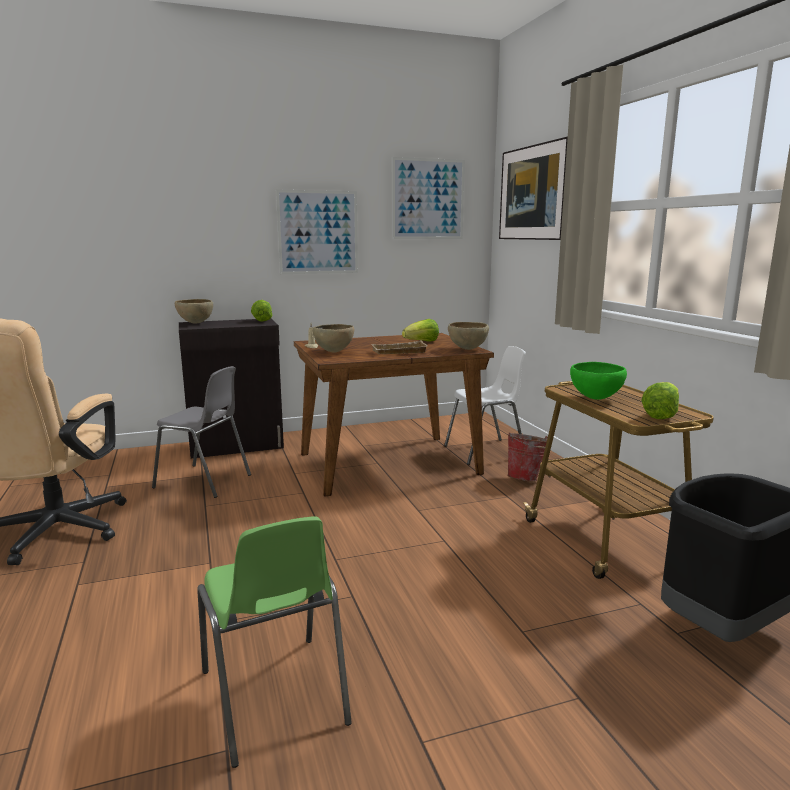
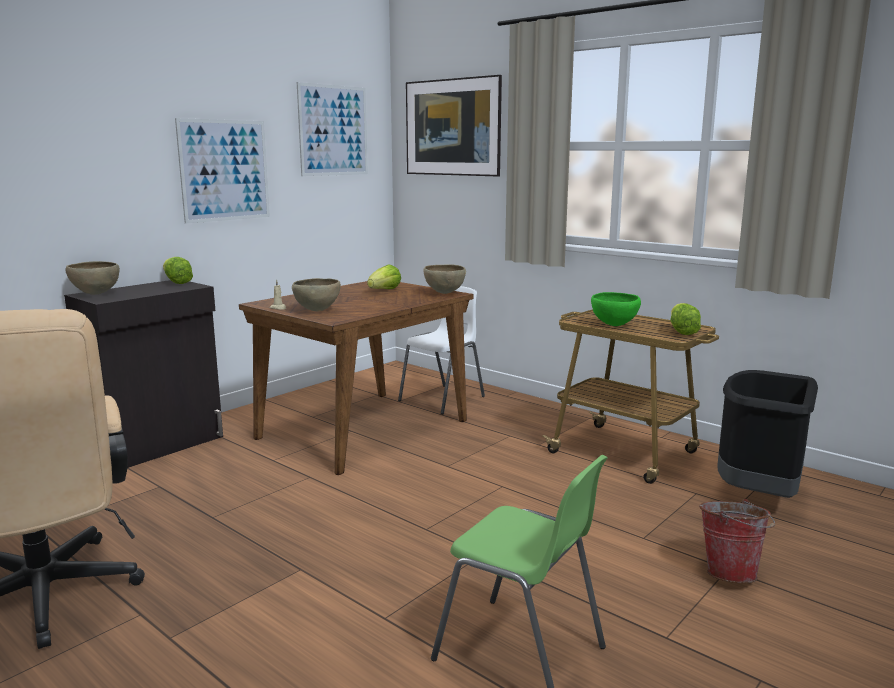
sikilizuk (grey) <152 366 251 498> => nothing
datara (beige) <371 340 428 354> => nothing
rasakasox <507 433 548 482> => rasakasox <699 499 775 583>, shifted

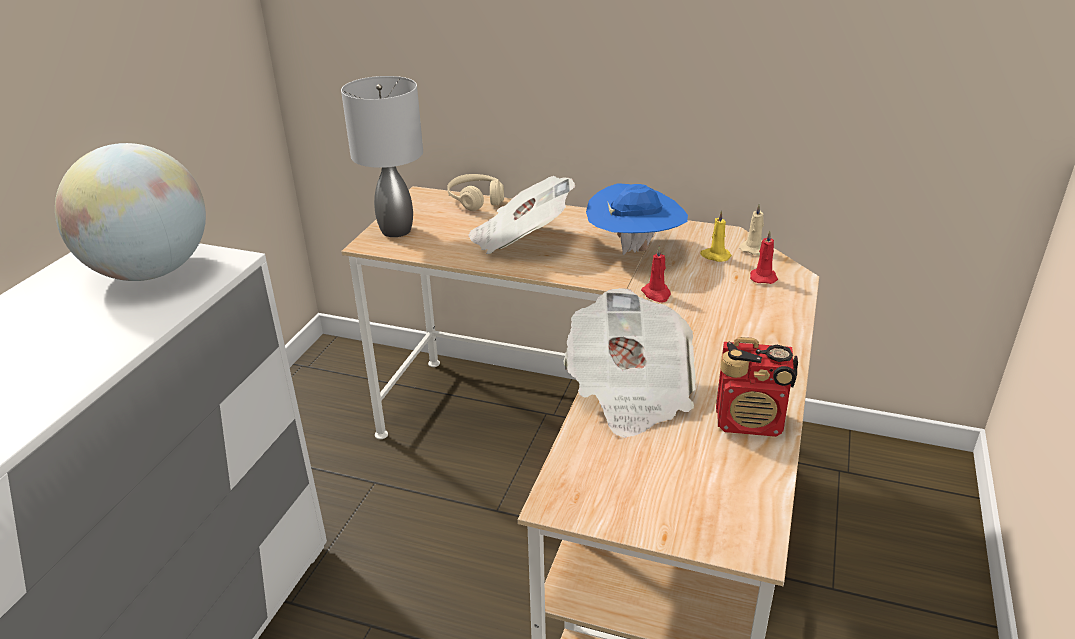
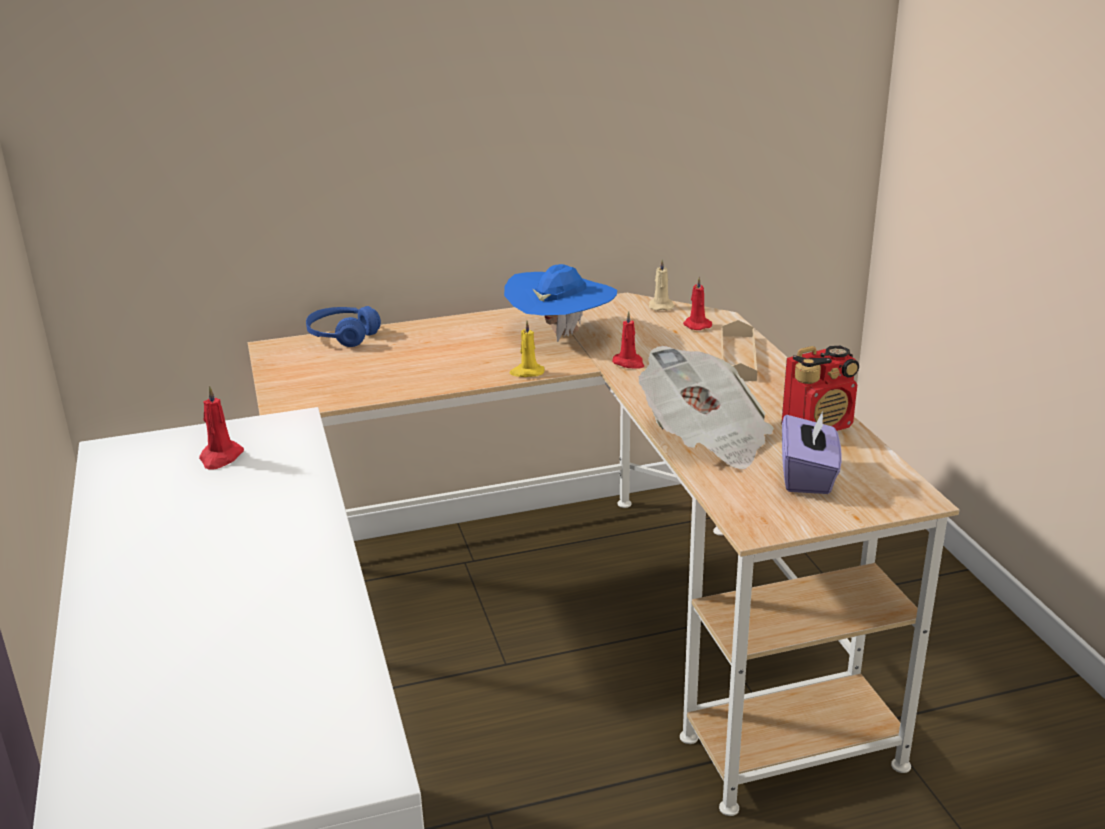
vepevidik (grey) <341 76 423 237> => nothing
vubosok <468 176 575 255> => nothing
nothing => datara (beige) <721 320 757 381>
nothing => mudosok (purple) <782 409 842 494>
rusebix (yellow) <700 210 732 262> => rusebix (yellow) <510 321 545 377>, shifted
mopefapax <55 143 206 281> => rusebix (red) <199 385 244 469>
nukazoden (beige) <447 174 504 211> => nukazoden (blue) <306 306 381 347>

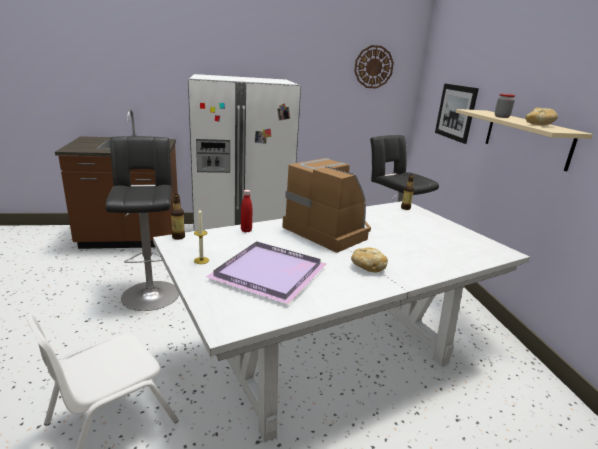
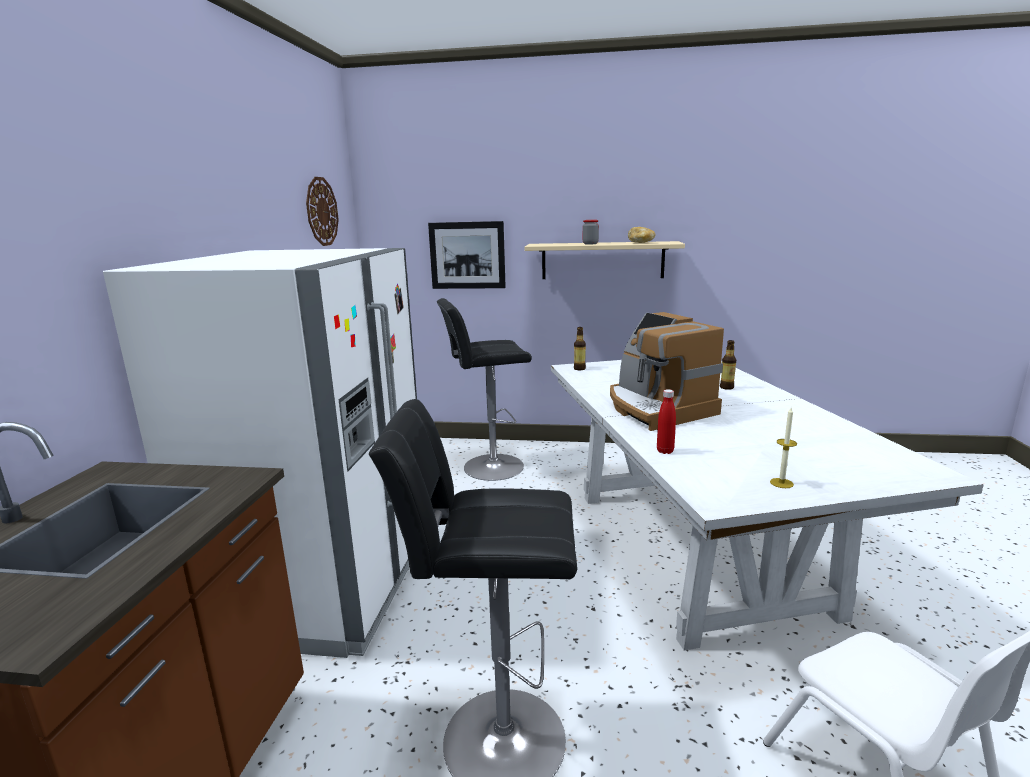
datara (purple) <206 241 327 304> => nothing
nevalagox <351 247 388 272> => nothing
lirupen <171 194 185 240> => lirupen <720 340 736 390>, shifted
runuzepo <282 158 371 253> => runuzepo <610 312 724 431>, 90 degrees counterclockwise

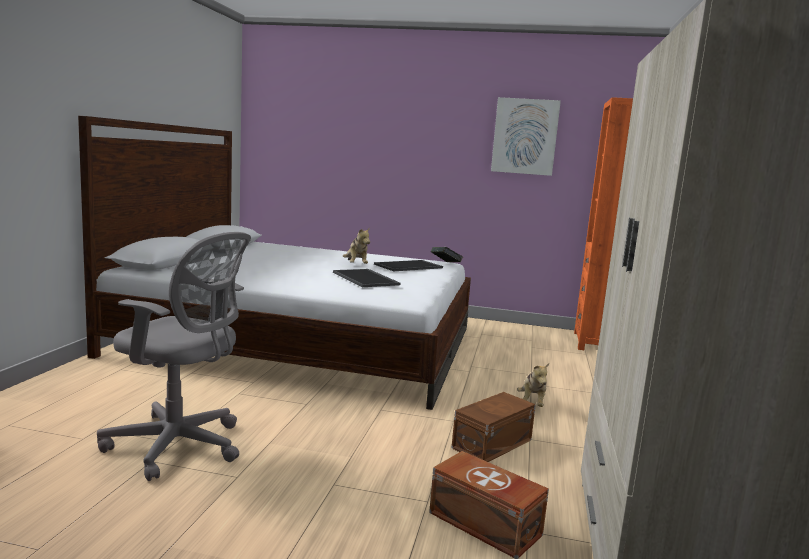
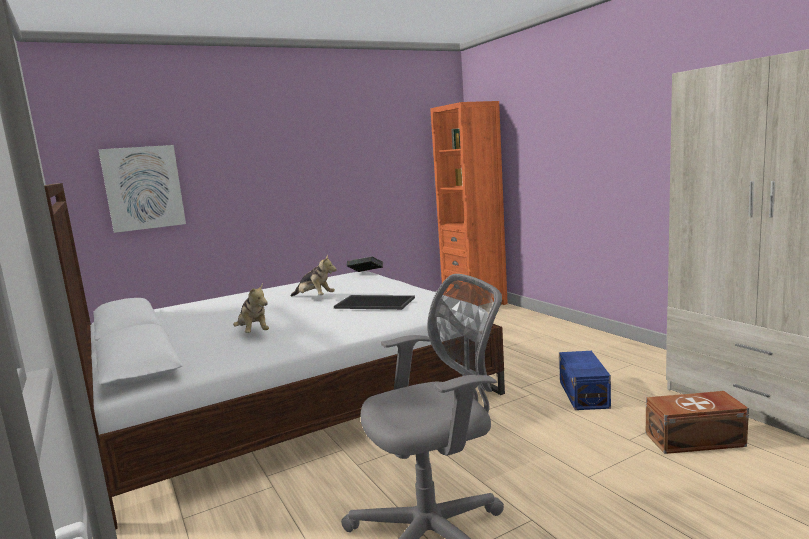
datara <374 260 443 271> => nothing
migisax <491 97 561 176> => migisax <98 145 186 233>, shifted
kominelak <517 363 549 407> => kominelak <233 283 269 333>, shifted
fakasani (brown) <452 392 536 462> => fakasani (blue) <559 351 611 410>

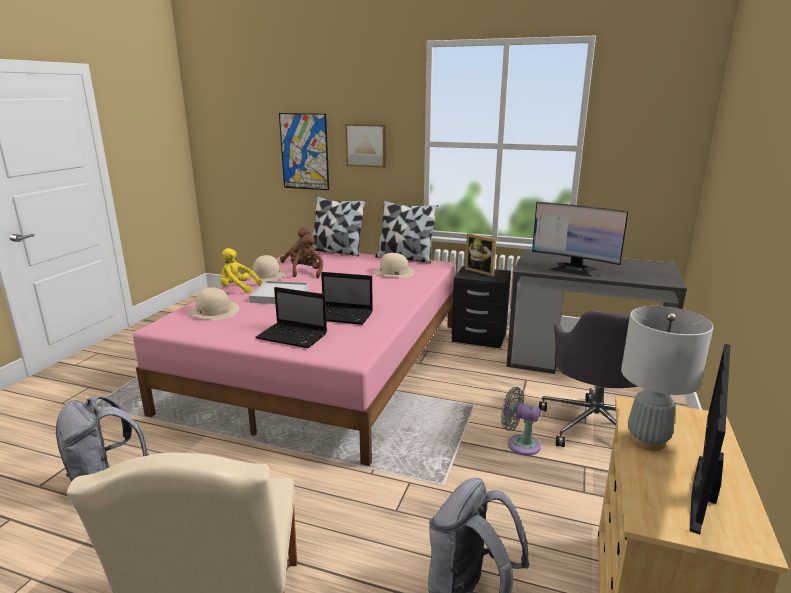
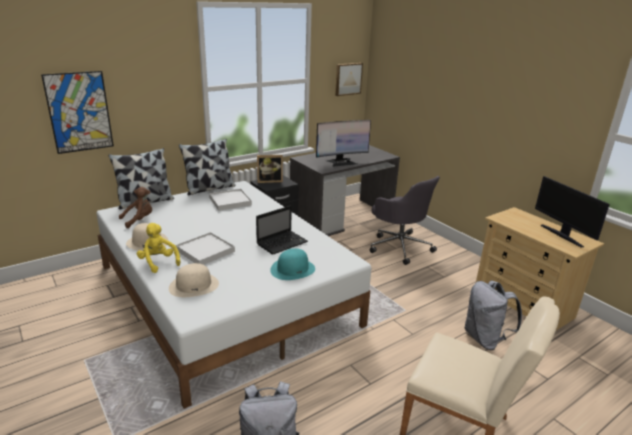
kominelak (brown) <291 234 323 278> => nothing
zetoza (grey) <501 387 541 456> => nothing
vepevidik (grey) <621 306 714 451> => nothing
migisax <345 124 386 168> => migisax <335 63 363 96>, shifted
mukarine <255 287 327 348> => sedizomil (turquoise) <270 248 315 280>
sedizomil (beige) <373 253 415 278> => datara (white) <209 189 252 211>
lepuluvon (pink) <133 251 455 466> => lepuluvon (white) <97 181 371 409>
kominelak (yellow) <220 248 262 293> => kominelak (yellow) <137 223 180 273>, 90 degrees clockwise

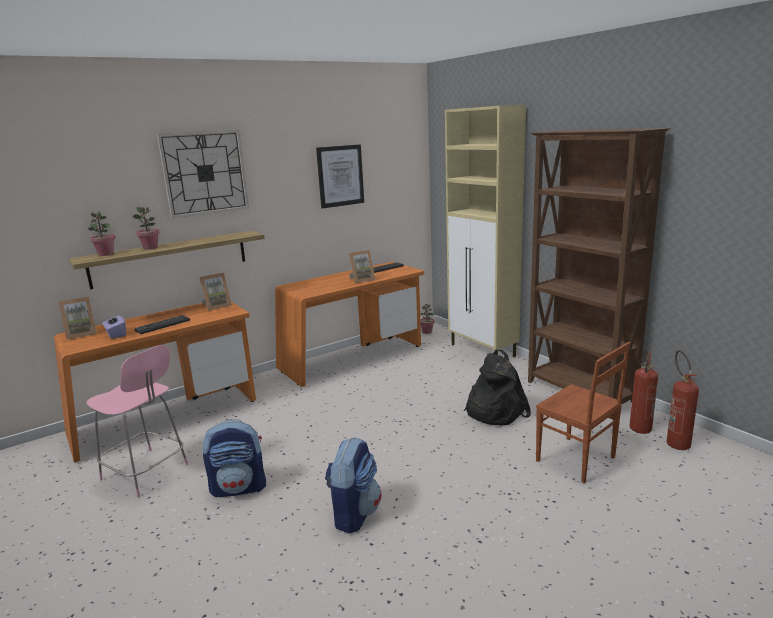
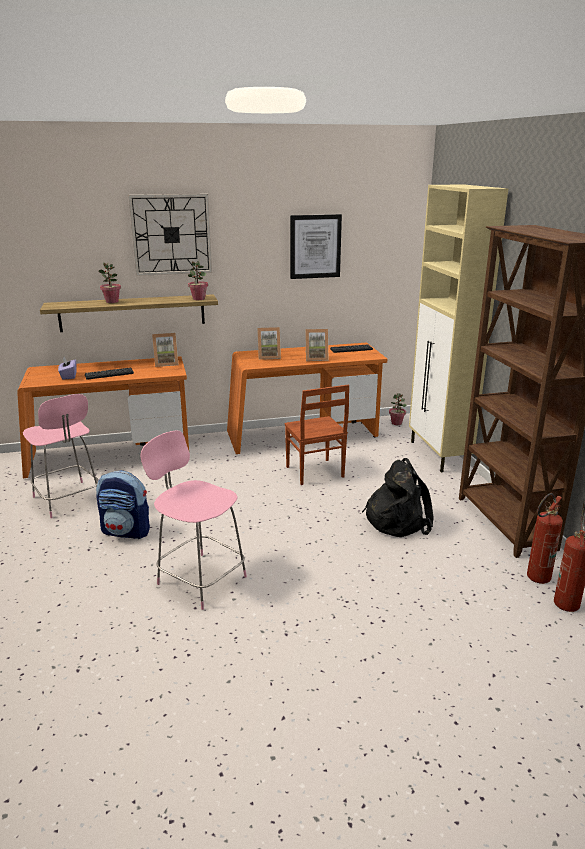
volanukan <59 297 97 339> => volanukan <257 327 281 360>, shifted
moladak <88 211 116 256> => moladak <188 260 208 300>, shifted
sikilizuk (brown) <536 342 630 483> => sikilizuk (brown) <284 385 349 485>, shifted
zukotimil <325 438 382 534> => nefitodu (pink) <140 430 247 610>

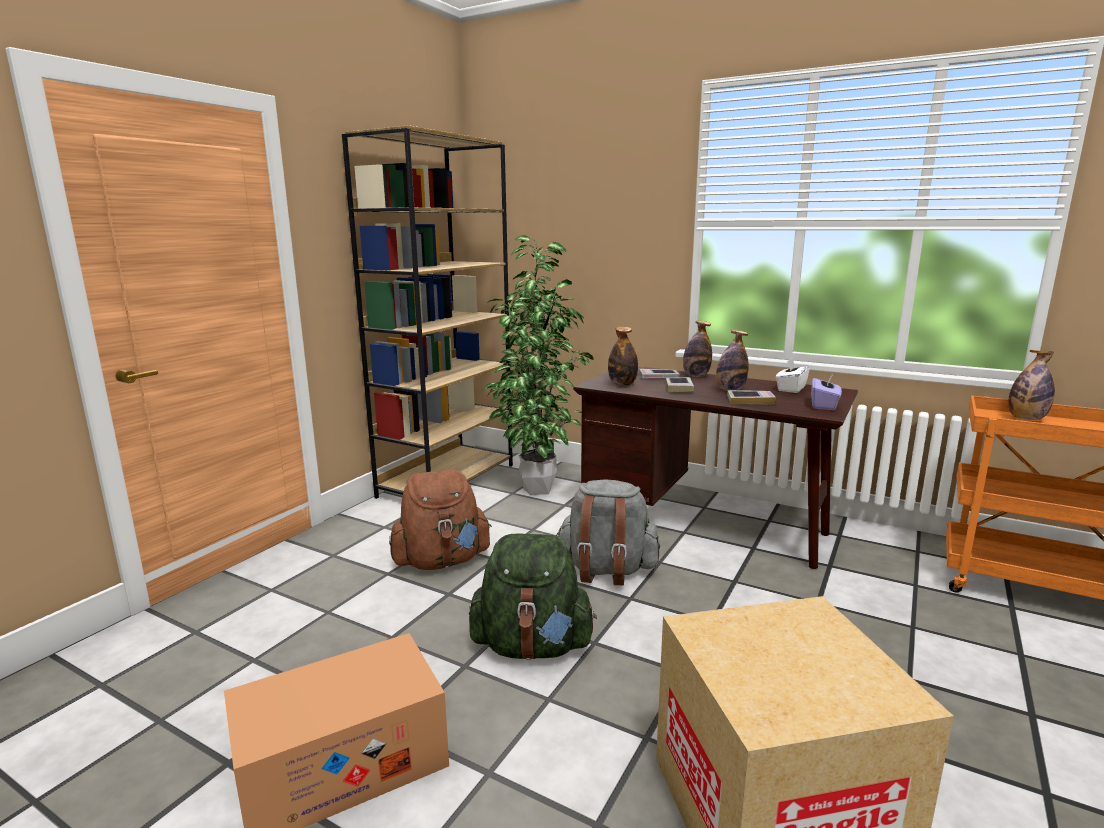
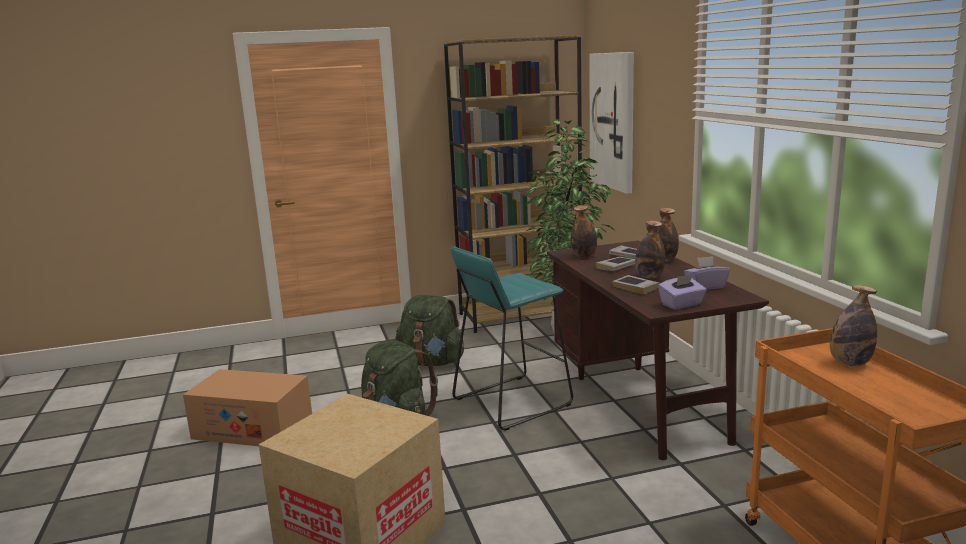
nothing => migisax <589 52 634 194>
zukotimil (grey) <556 480 660 585> => nefitodu (turquoise) <451 247 573 431>
zukotimil (brown) <389 469 492 570> => zukotimil (green) <395 295 464 366>
mudosok (white) <776 358 810 393> => mudosok (purple) <684 256 730 290>

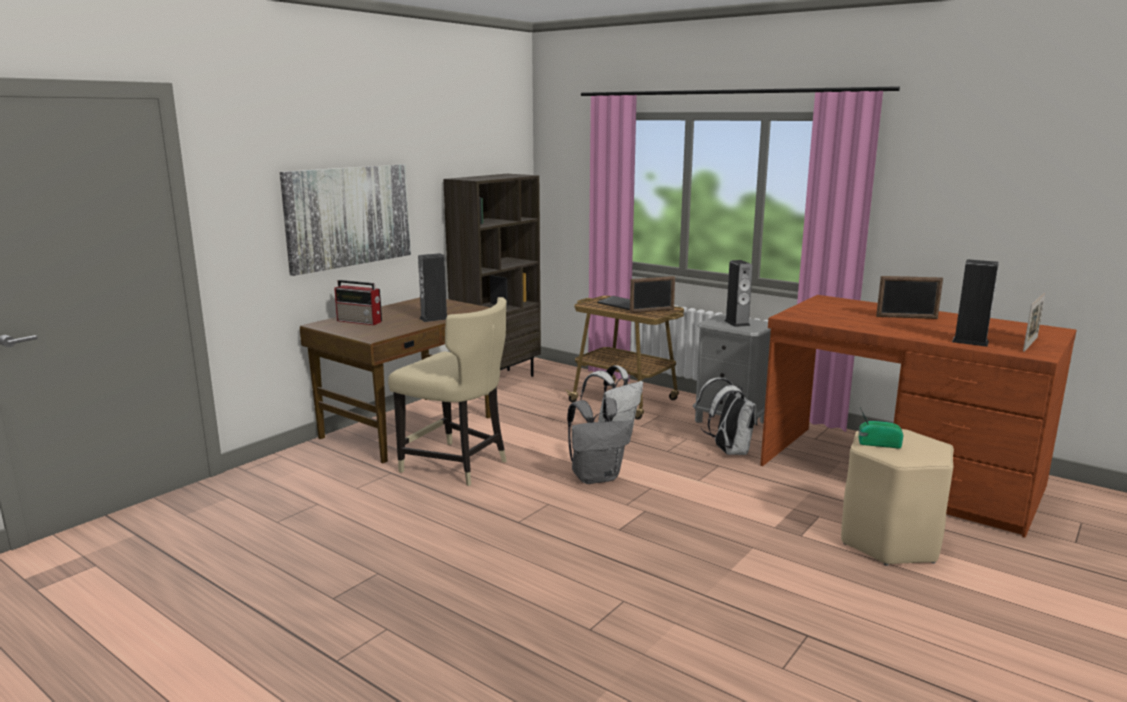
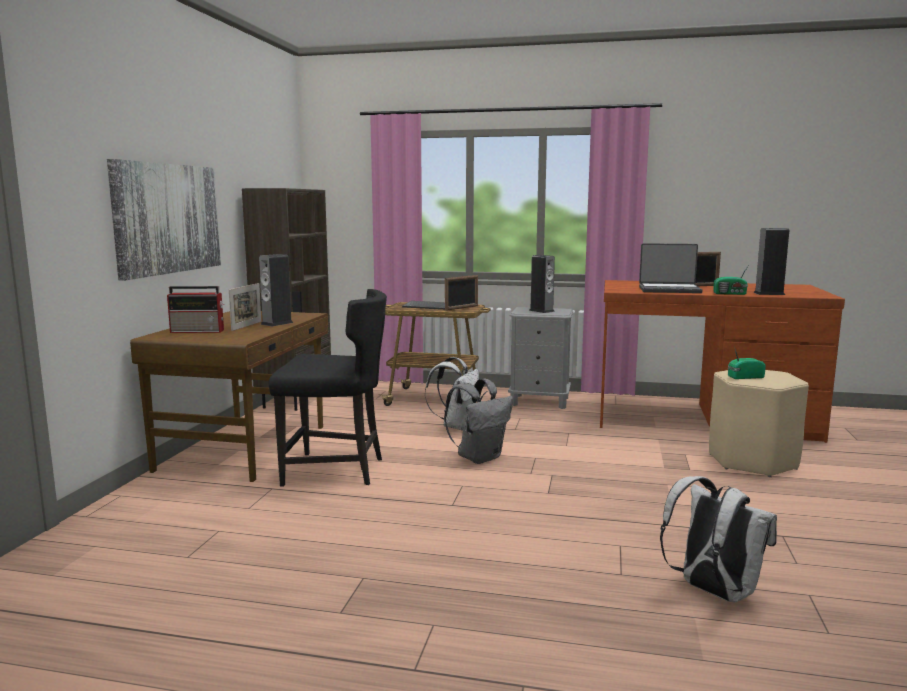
nothing => mukarine <639 243 702 293>
nothing => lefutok <713 264 749 295>
zukotimil (white) <695 378 758 455> => zukotimil (white) <660 476 777 603>, shifted
volanukan <1023 293 1045 352> => volanukan <229 283 261 331>, shifted
sikilizuk (beige) <388 297 507 486> => sikilizuk (black) <269 289 387 487>

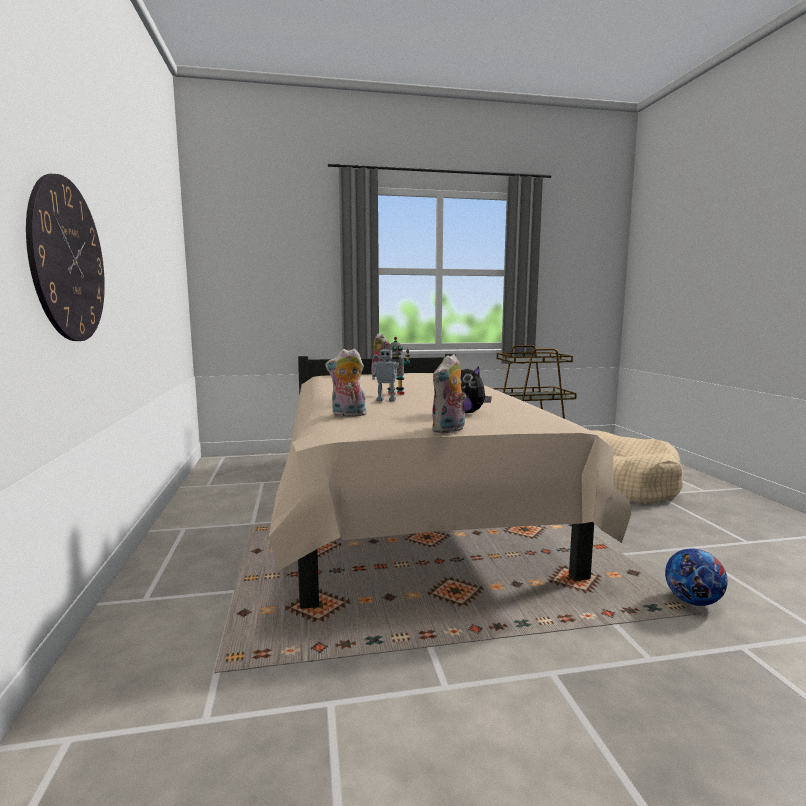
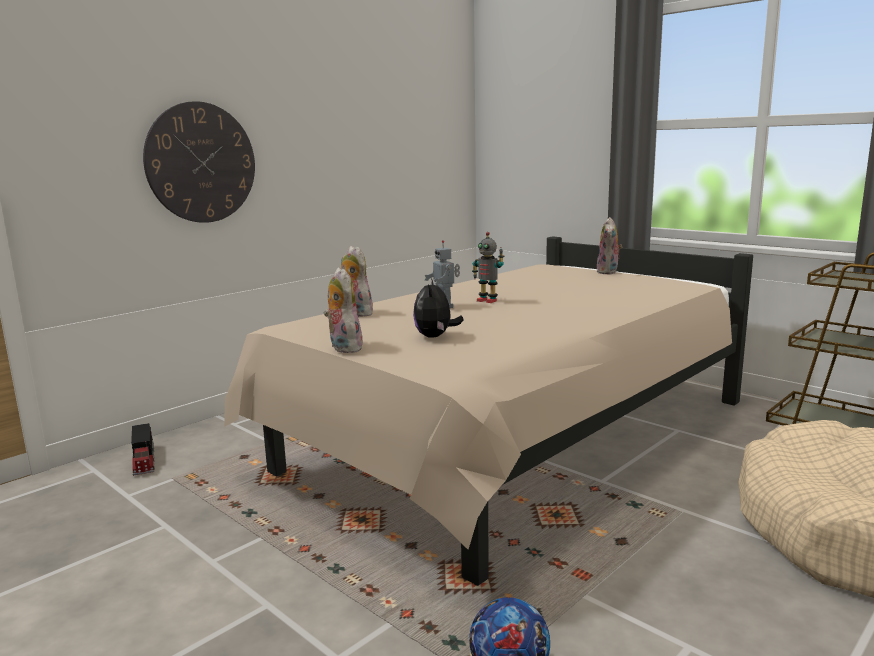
nothing => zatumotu <131 423 155 476>
kominelak <432 354 466 433> => kominelak <324 268 363 353>, 60 degrees clockwise

